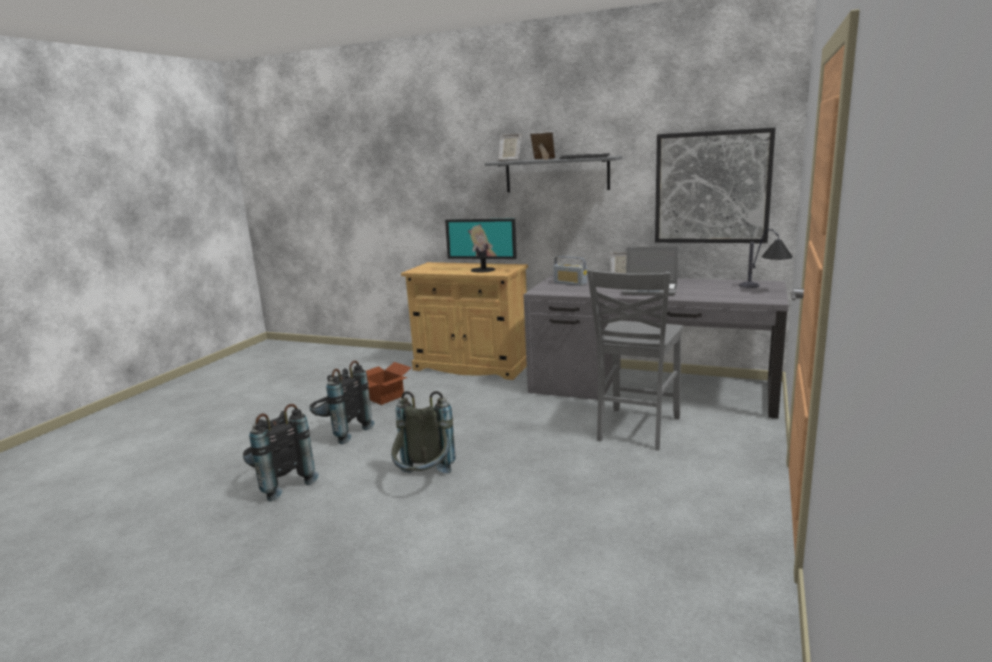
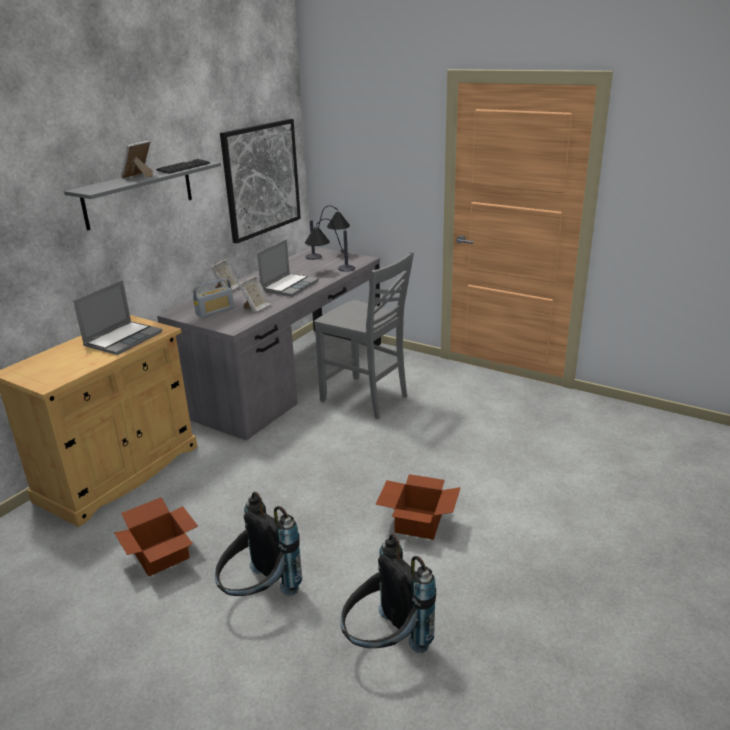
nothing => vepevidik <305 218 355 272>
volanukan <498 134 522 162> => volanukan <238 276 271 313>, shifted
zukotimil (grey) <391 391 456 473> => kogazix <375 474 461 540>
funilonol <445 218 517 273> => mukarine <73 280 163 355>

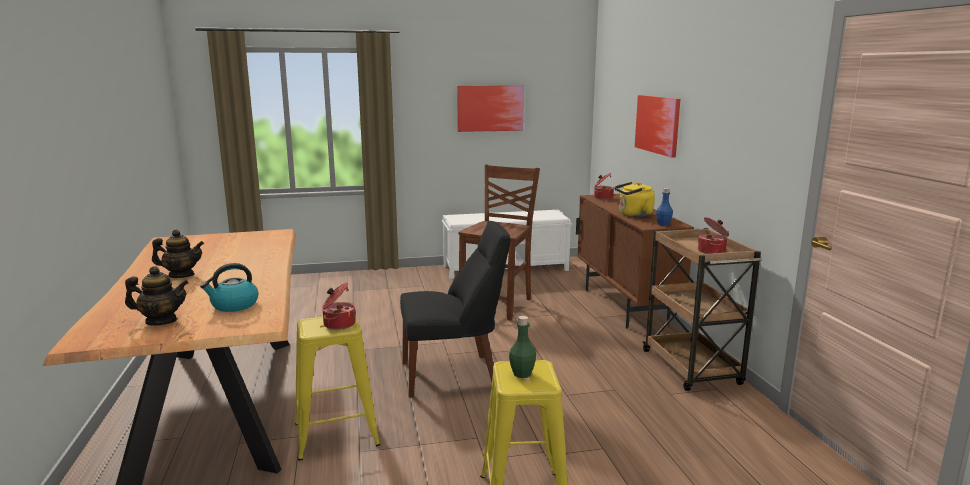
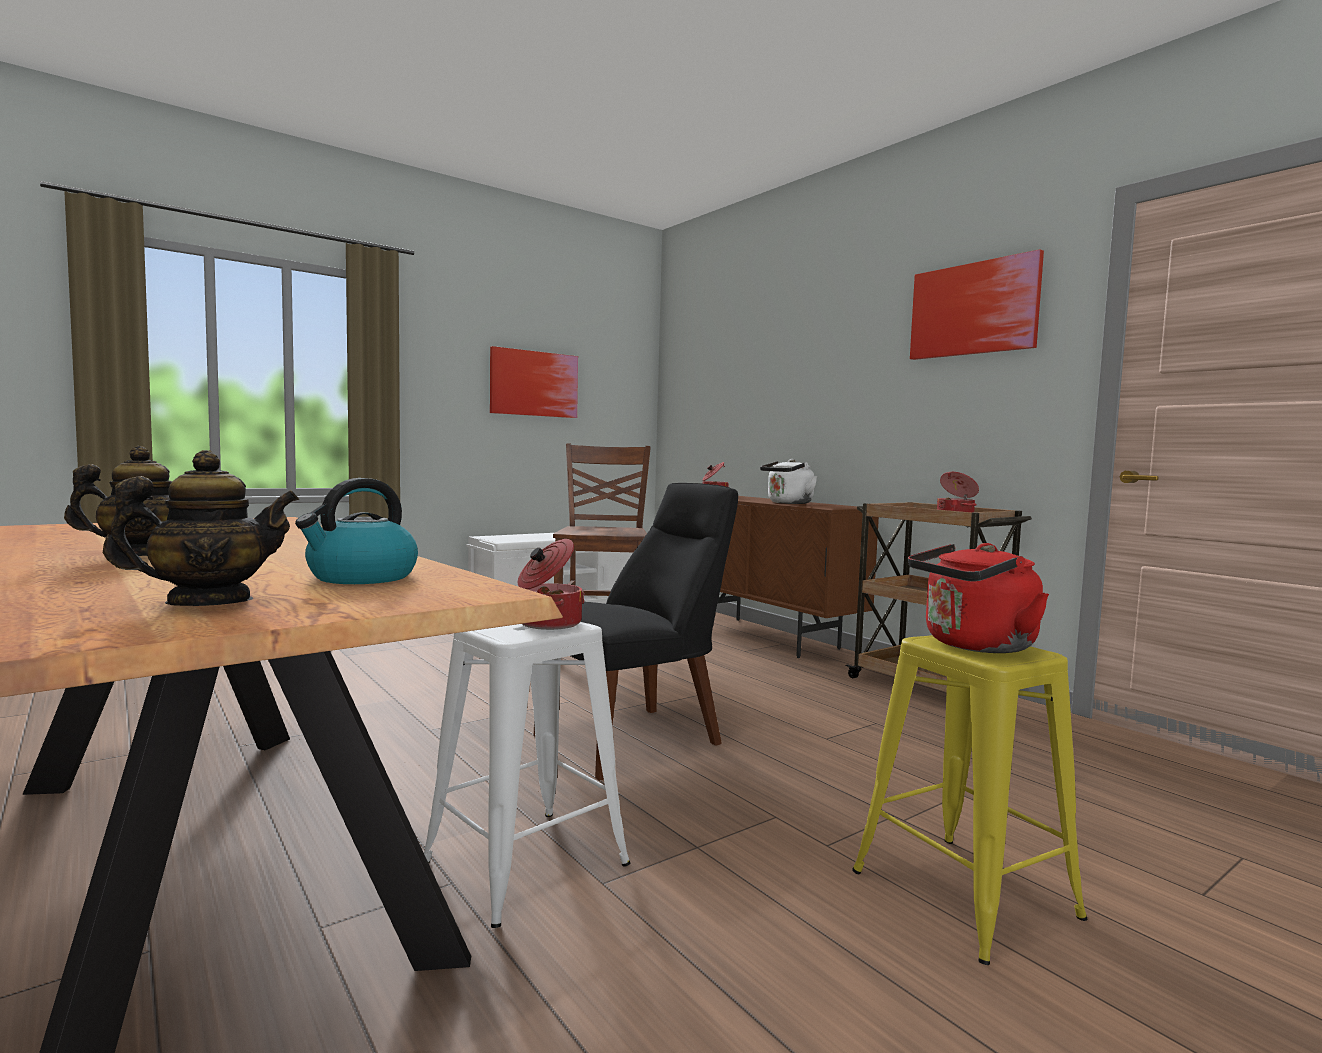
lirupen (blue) <656 188 673 226> => nothing
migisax <635 95 680 158> => migisax <910 249 1044 360>, shifted
lirupen (green) <509 316 536 378> => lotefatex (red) <908 543 1049 653>
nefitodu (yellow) <295 315 380 461> => nefitodu (white) <424 622 630 928>
lotefatex (yellow) <614 182 655 217> => lotefatex (white) <760 459 817 504>

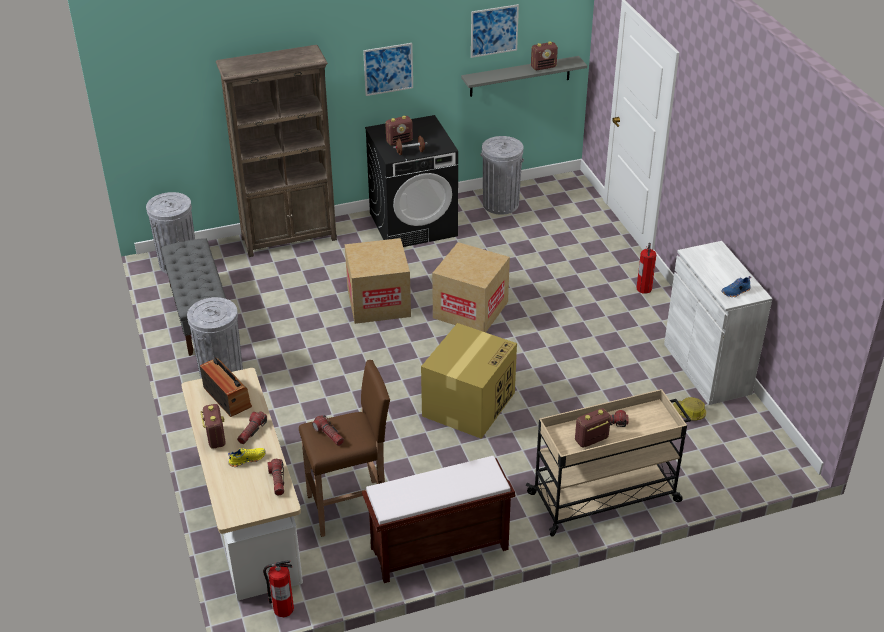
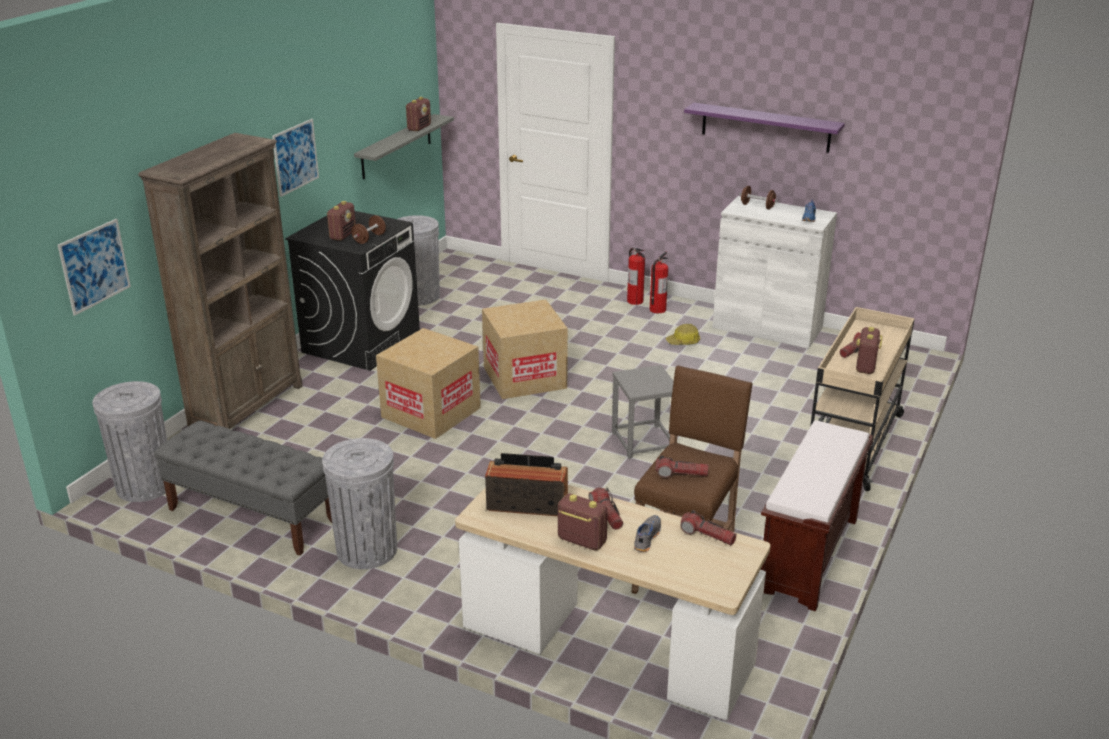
nothing => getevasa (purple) <684 103 845 153>
nothing => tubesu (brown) <739 186 778 210>
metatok <263 560 294 617> => metatok <650 252 668 313>, shifted
migisax <471 4 519 58> => migisax <58 219 131 316>, shifted
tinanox <673 397 706 421> => tinanox <666 324 700 345>, shifted
kogazix <421 323 517 439> => nefitodu (grey) <612 365 674 459>
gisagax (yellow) <228 448 265 467> => gisagax (grey) <634 515 661 552>

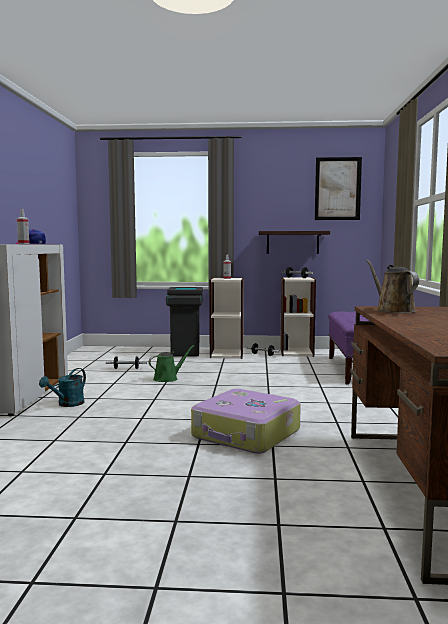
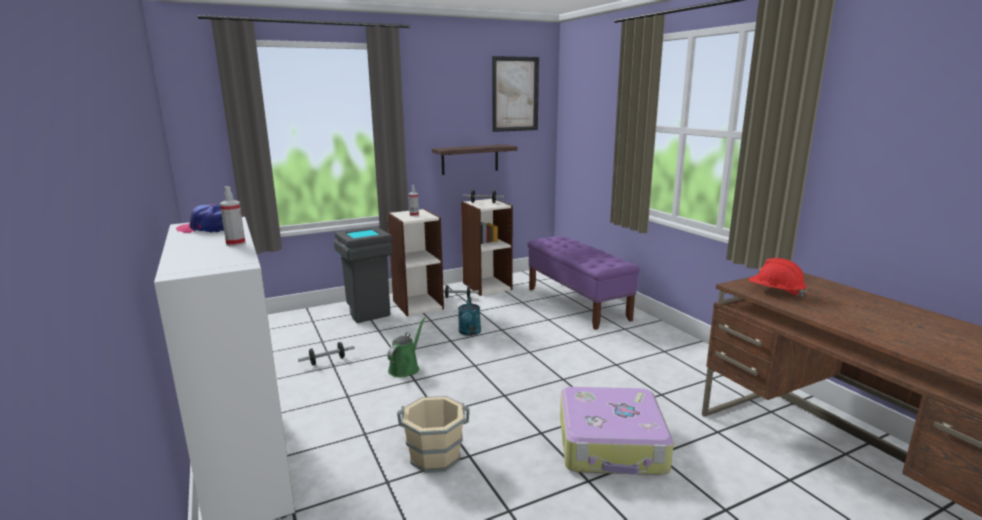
nothing => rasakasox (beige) <397 396 469 473>
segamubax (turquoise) <39 368 86 407> => segamubax (turquoise) <458 297 481 336>, shifted
segamubax (brown) <366 260 419 313> => tinanox (red) <749 258 806 297>

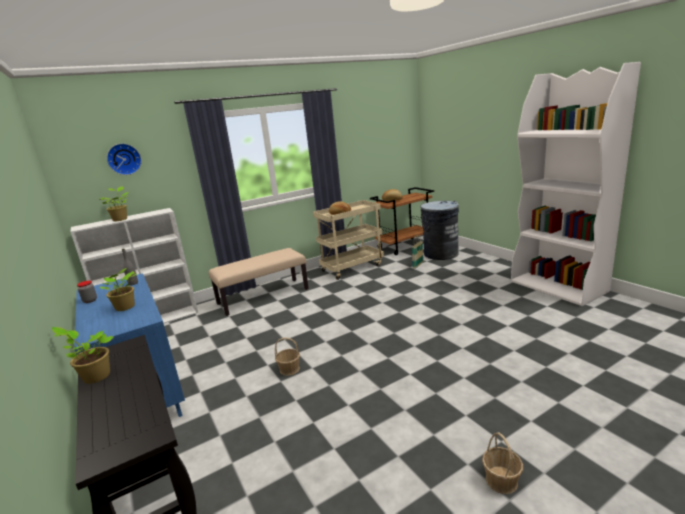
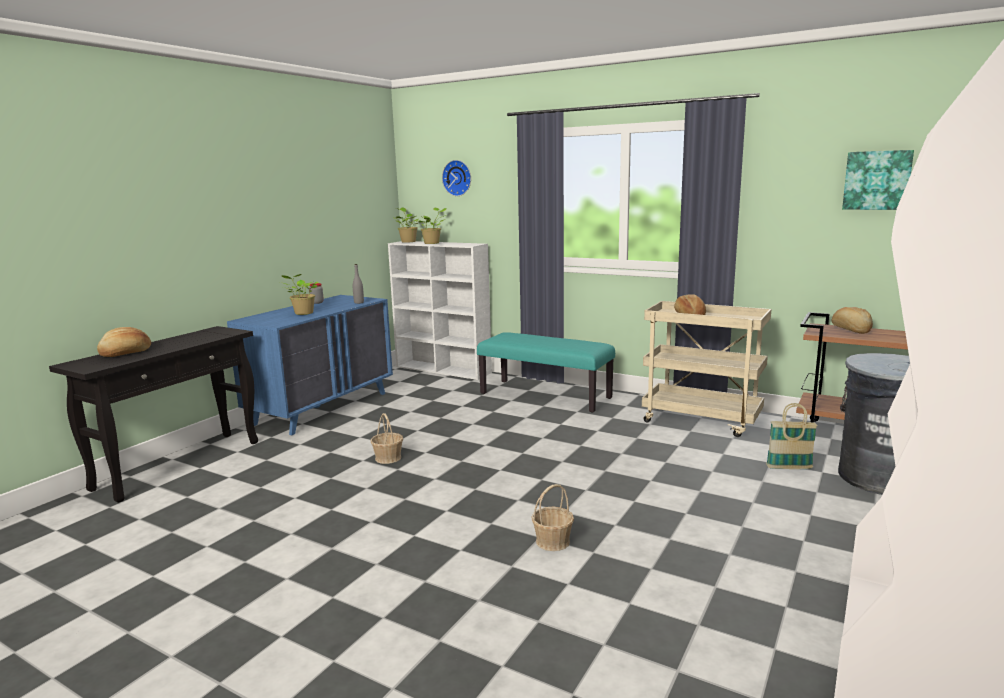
nothing => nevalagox <97 327 151 357>
nothing => migisax <842 150 914 210>
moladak <52 327 114 384> => moladak <395 207 421 243>, shifted
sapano <482 432 523 494> => sapano <531 484 574 551>, shifted
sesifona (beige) <208 248 309 316> => sesifona (turquoise) <477 332 615 413>

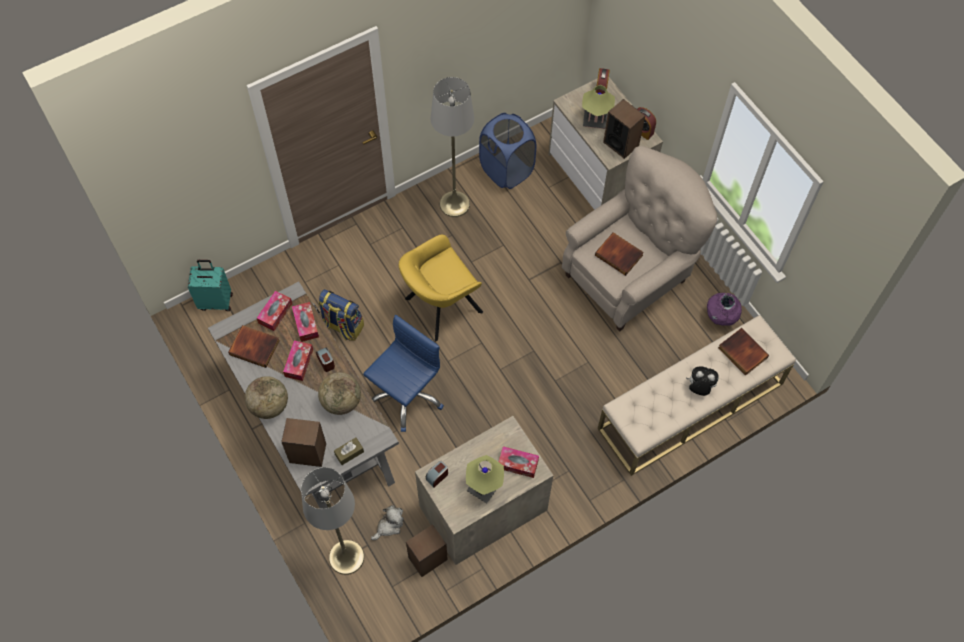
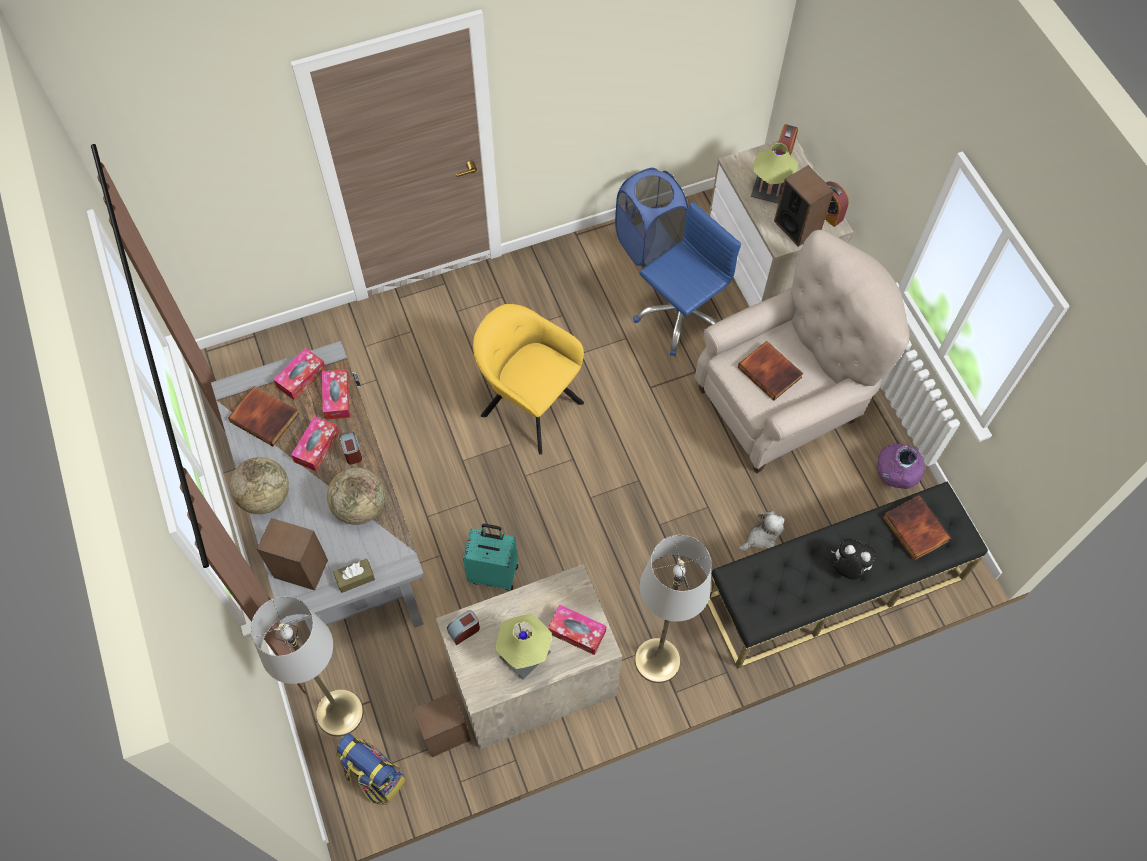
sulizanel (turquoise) <188 260 233 311> => sulizanel (turquoise) <463 524 518 591>, shifted
zukotimil <318 289 364 341> => zukotimil <336 734 406 805>, shifted
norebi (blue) <363 315 444 432> => norebi (blue) <633 201 741 356>, shifted
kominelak <371 505 404 540> => kominelak <738 511 784 551>, shifted
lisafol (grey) <431 77 474 217> => lisafol (grey) <635 535 711 683>, shifted
sesifona (beige) <598 315 796 476> => sesifona (black) <707 482 988 669>
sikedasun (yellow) <399 235 483 341> => sikedasun (yellow) <473 304 584 455>, 60 degrees clockwise

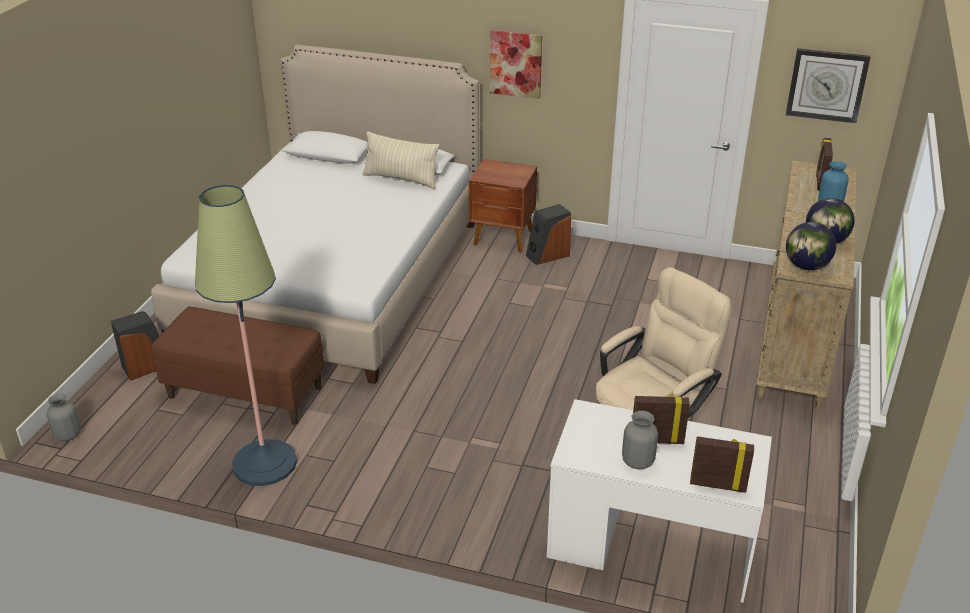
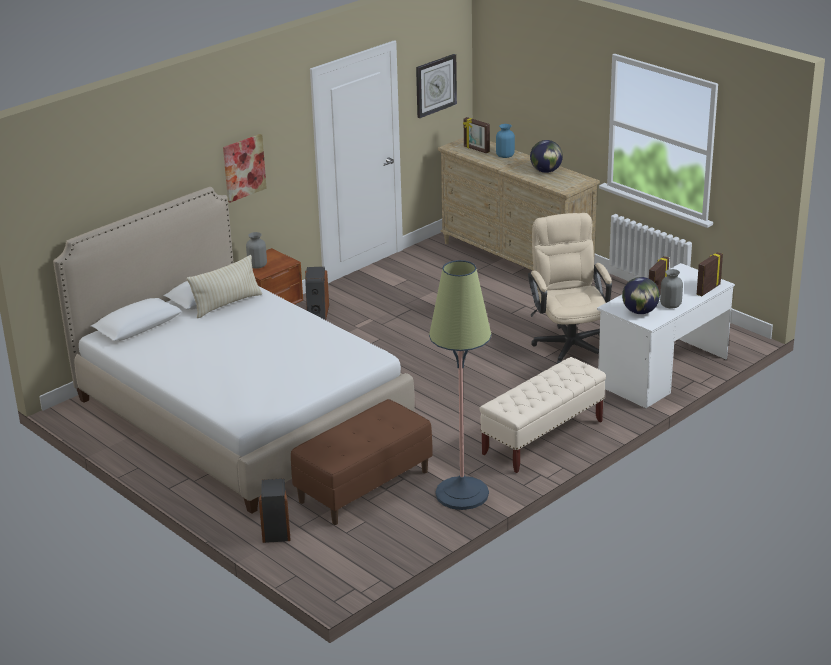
nothing => sesifona (beige) <479 357 606 473>
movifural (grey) <46 393 81 441> => movifural (grey) <246 232 267 269>, shifted
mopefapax <786 222 836 270> => mopefapax <622 277 660 314>, shifted

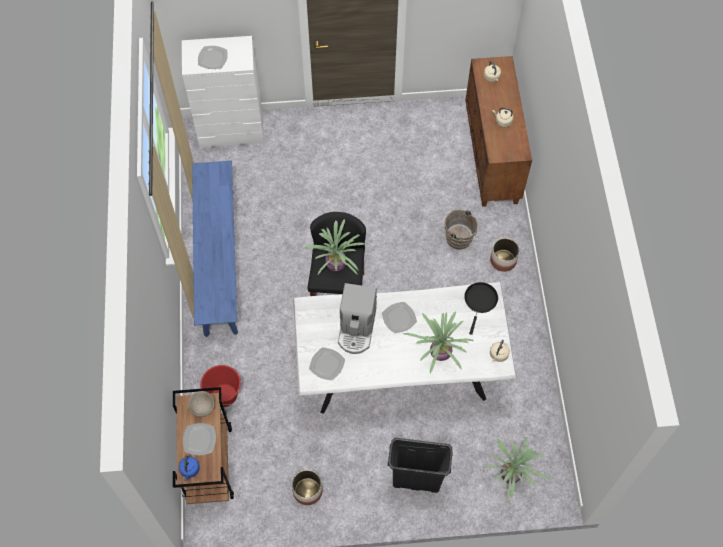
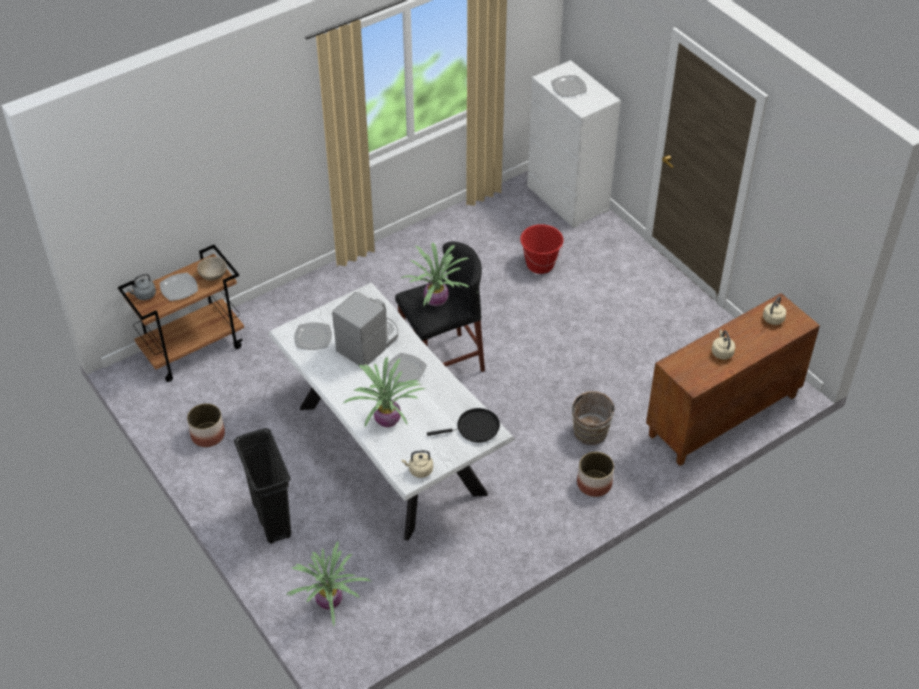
sesifona (blue) <192 161 238 337> => nothing
rasakasox (red) <200 365 241 407> => rasakasox (red) <520 224 563 274>, shifted
lotefatex (blue) <179 455 200 481> => lotefatex (grey) <126 274 156 300>
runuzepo <338 283 377 354> => runuzepo <332 292 398 366>, 150 degrees clockwise

